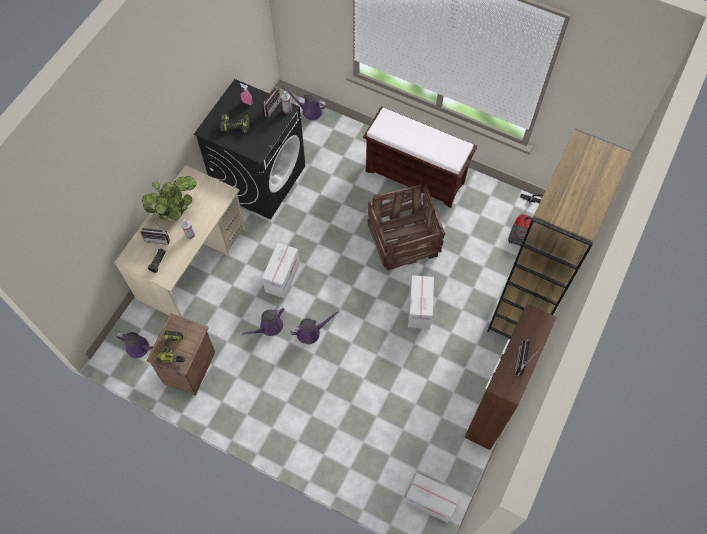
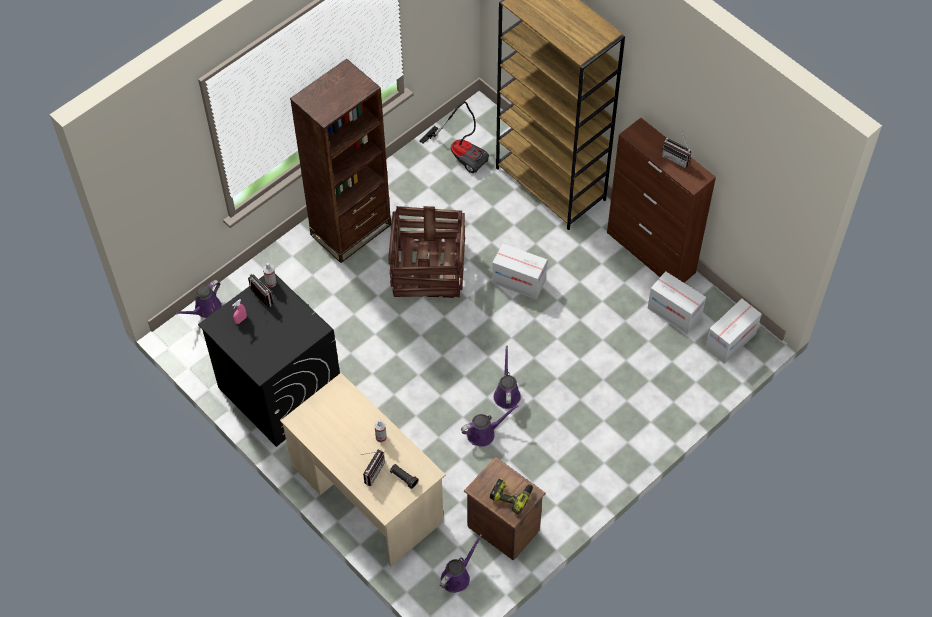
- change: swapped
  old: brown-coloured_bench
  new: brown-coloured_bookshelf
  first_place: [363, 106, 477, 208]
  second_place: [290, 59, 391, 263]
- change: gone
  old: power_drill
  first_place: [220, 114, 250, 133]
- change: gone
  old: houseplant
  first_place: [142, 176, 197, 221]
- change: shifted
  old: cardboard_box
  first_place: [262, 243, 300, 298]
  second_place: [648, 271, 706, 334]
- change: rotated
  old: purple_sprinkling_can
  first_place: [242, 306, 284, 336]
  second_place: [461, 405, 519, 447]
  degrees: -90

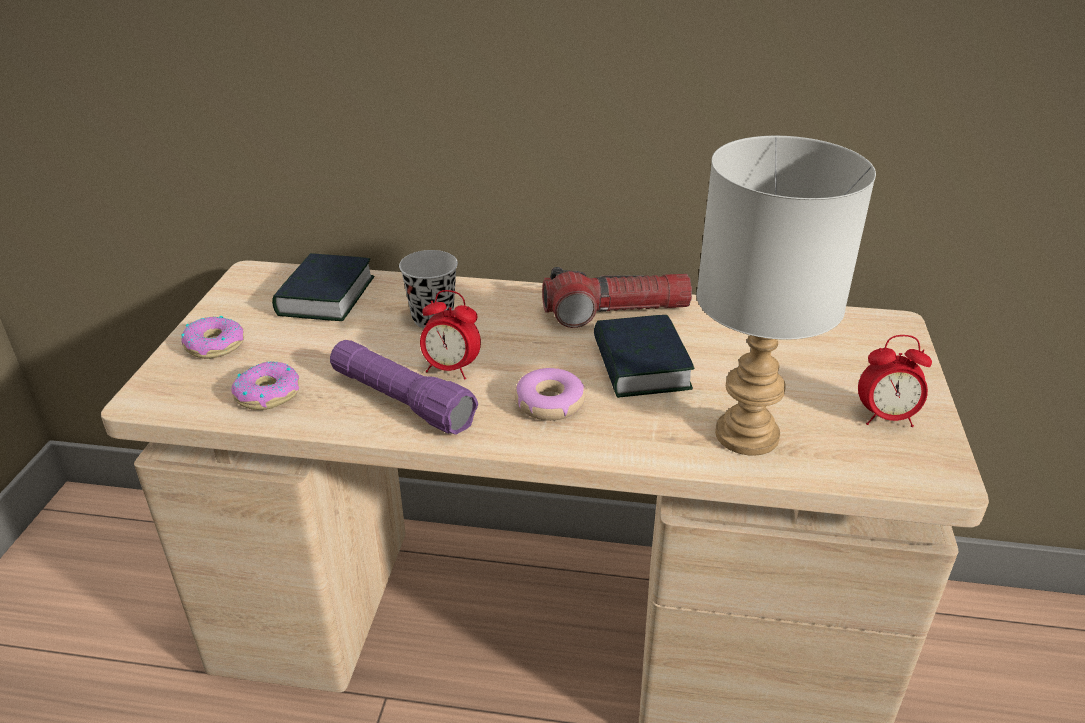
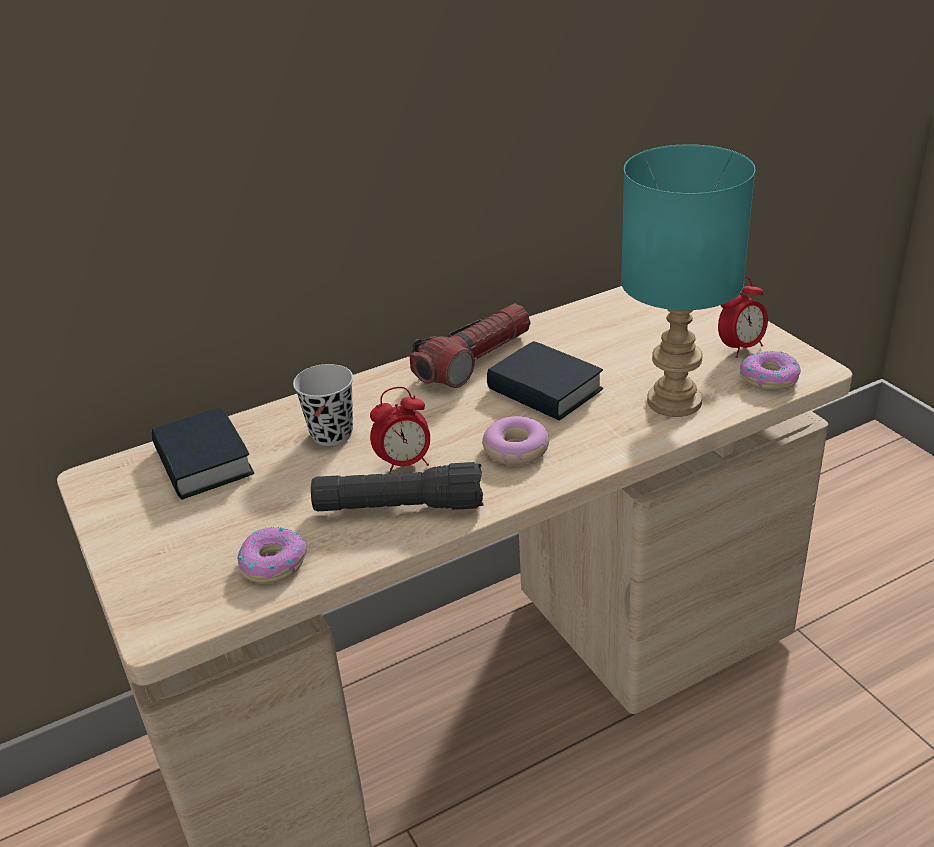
- change: repainted
  old: grey_table_lamp
  new: turquoise-coloured_table_lamp
  first_place: [696, 136, 876, 456]
  second_place: [621, 144, 755, 417]
- change: shifted
  old: donut
  first_place: [181, 316, 244, 359]
  second_place: [740, 351, 801, 390]
- change: repainted
  old: purple_torch
  new: black-coloured_torch
  first_place: [330, 340, 478, 434]
  second_place: [311, 462, 484, 511]

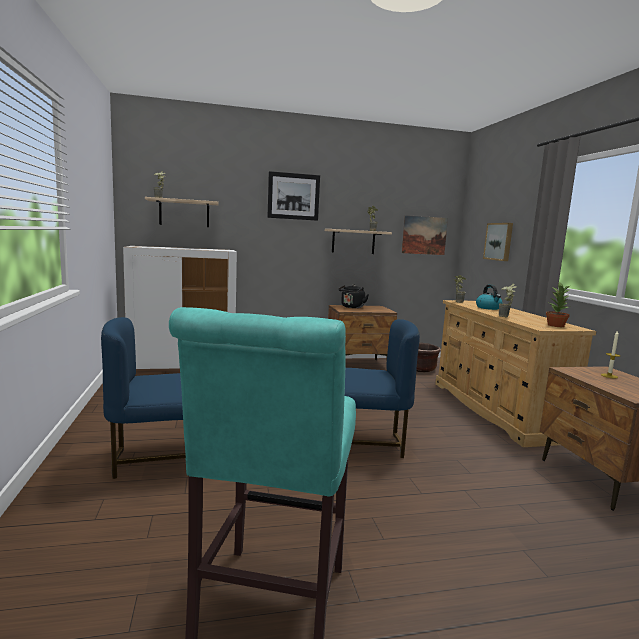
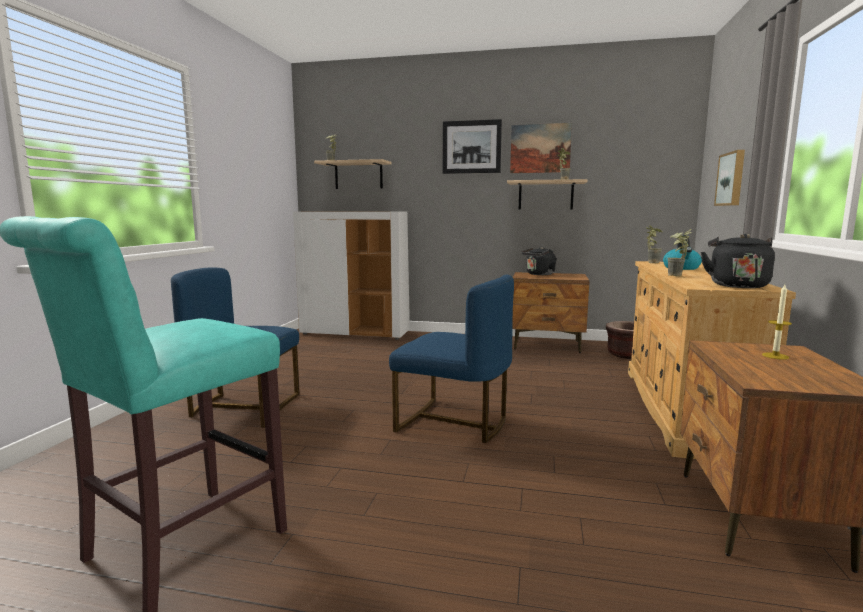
- change: shifted
  old: picture
  first_place: [401, 215, 448, 255]
  second_place: [510, 123, 572, 173]
- change: swapped
  old: houseplant
  new: black-coloured_water_kettle
  first_place: [546, 283, 572, 327]
  second_place: [701, 234, 775, 288]

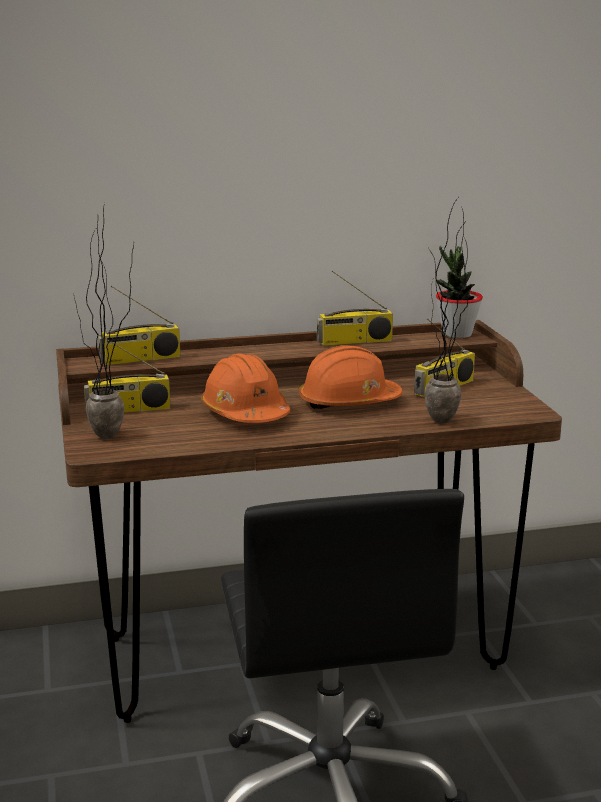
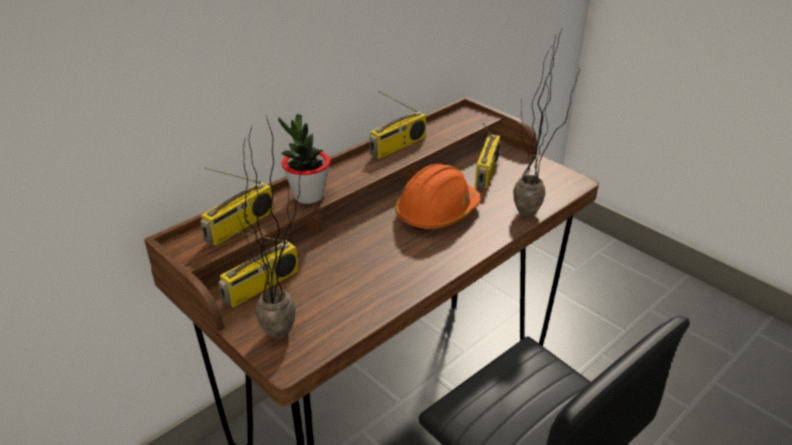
- change: shifted
  old: houseplant
  first_place: [436, 246, 483, 338]
  second_place: [278, 114, 330, 204]
- change: gone
  old: orangey_hard_hat
  first_place: [201, 353, 290, 423]

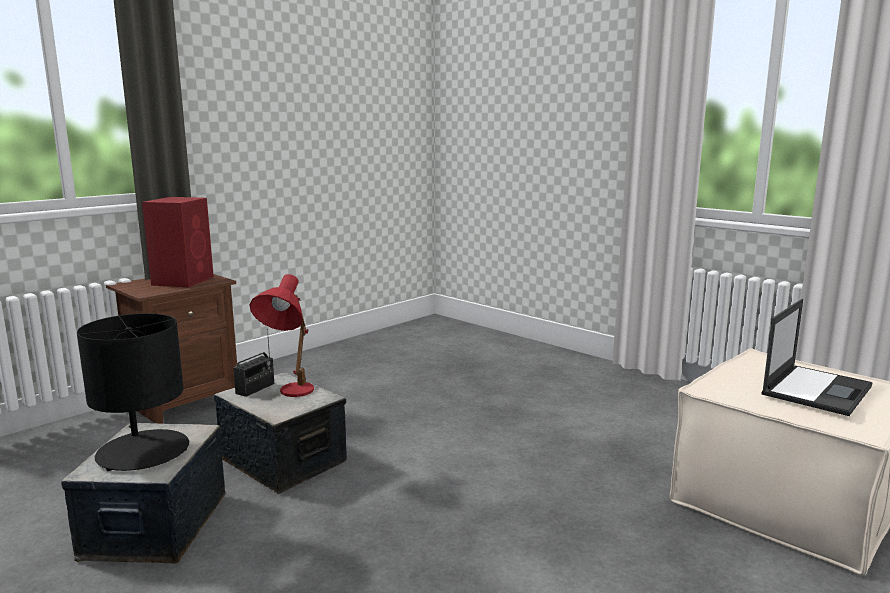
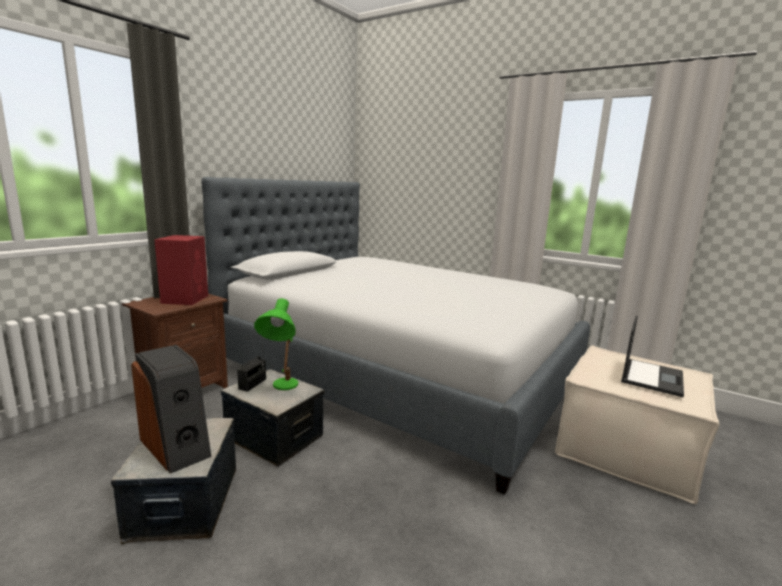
- change: repainted
  old: red_table_lamp
  new: greenish_table_lamp
  first_place: [250, 274, 314, 397]
  second_place: [254, 298, 298, 390]
- change: swapped
  old: black-coloured_table_lamp
  new: loudspeaker
  first_place: [77, 313, 189, 471]
  second_place: [131, 345, 212, 474]
- change: new
  new: bed
  second_place: [201, 177, 590, 495]

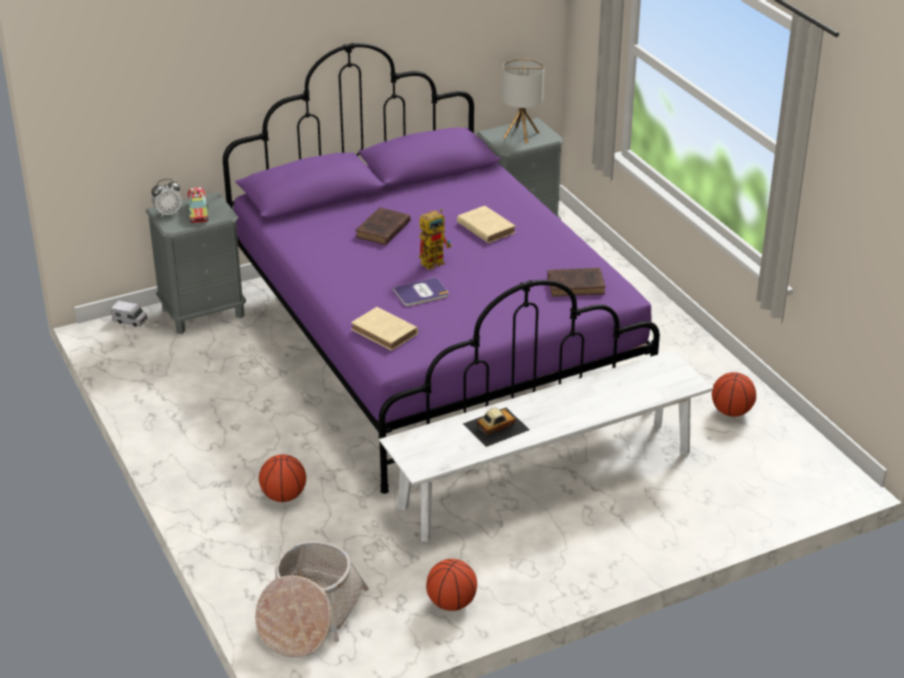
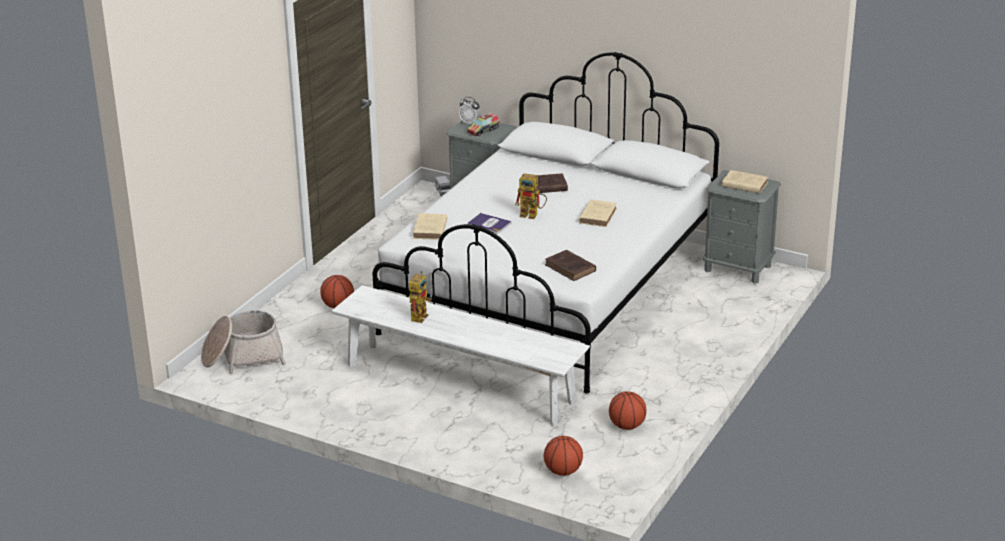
- change: repainted
  old: purple_bed
  new: white-coloured_bed
  first_place: [223, 43, 660, 494]
  second_place: [373, 52, 719, 393]
- change: swapped
  old: table_lamp
  new: beige_book
  first_place: [502, 58, 544, 144]
  second_place: [722, 170, 768, 194]
- change: swapped
  old: toy_car
  new: toy_robot
  first_place: [463, 408, 530, 447]
  second_place: [409, 271, 432, 323]
- change: shifted
  old: ball_for_basketball
  first_place: [426, 559, 477, 611]
  second_place: [544, 436, 583, 476]

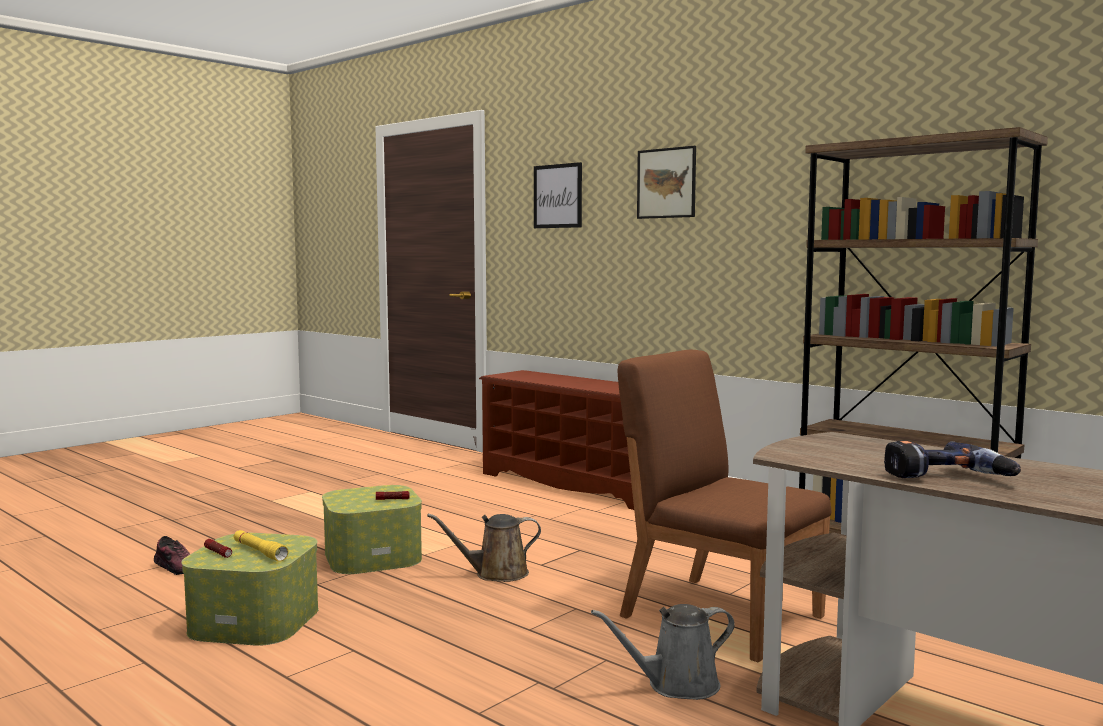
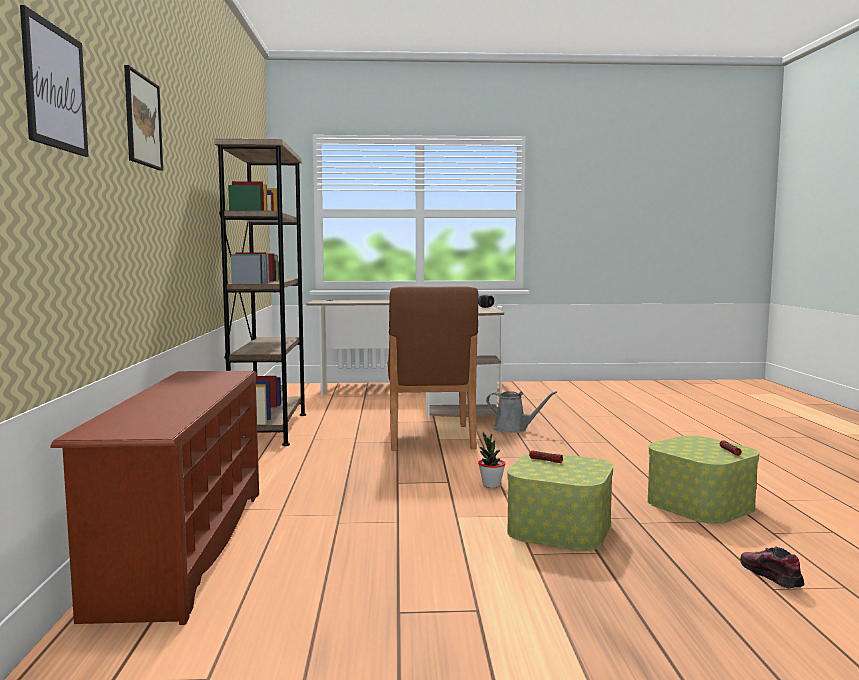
- change: swapped
  old: brown-coloured_sprinkling_can
  new: houseplant
  first_place: [427, 514, 541, 582]
  second_place: [478, 432, 506, 488]
- change: gone
  old: yellow_torch
  first_place: [234, 530, 289, 562]

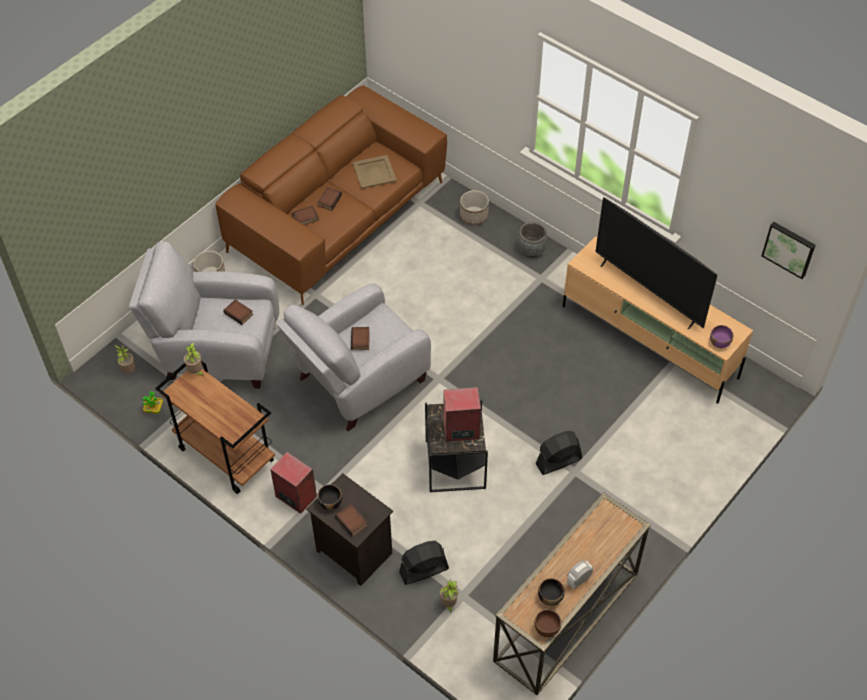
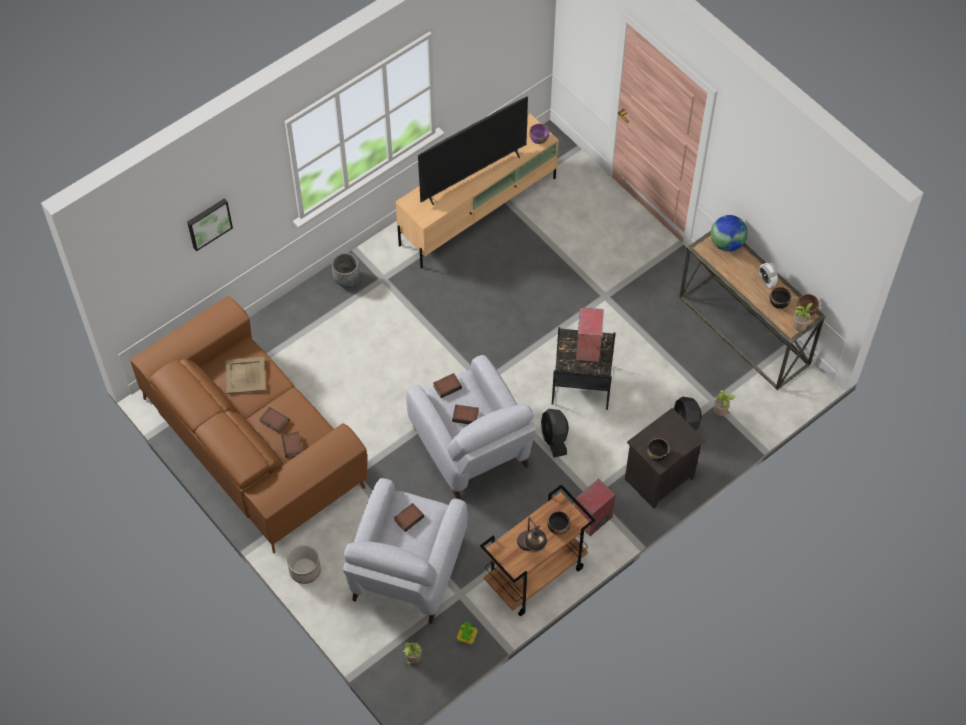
- change: gone
  old: flower_pot
  first_place: [460, 190, 489, 225]
- change: shifted
  old: picture
  first_place: [762, 222, 816, 279]
  second_place: [187, 199, 233, 251]
- change: shifted
  old: houseplant
  first_place: [184, 343, 204, 377]
  second_place: [793, 303, 813, 331]
- change: shifted
  old: black-coloured_fan
  first_place: [535, 431, 582, 475]
  second_place: [541, 409, 569, 458]
- change: shifted
  old: book
  first_place: [335, 504, 368, 537]
  second_place: [433, 373, 462, 398]
- change: new
  new: globe
  second_place: [711, 215, 747, 252]
- change: new
  new: black-coloured_deep_dish
  second_place: [547, 511, 570, 535]
- change: new
  new: table_lamp
  second_place: [517, 517, 547, 551]

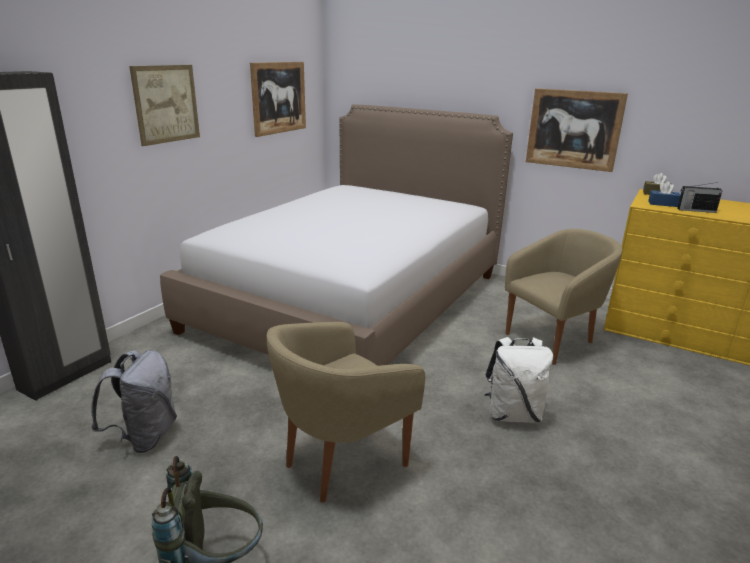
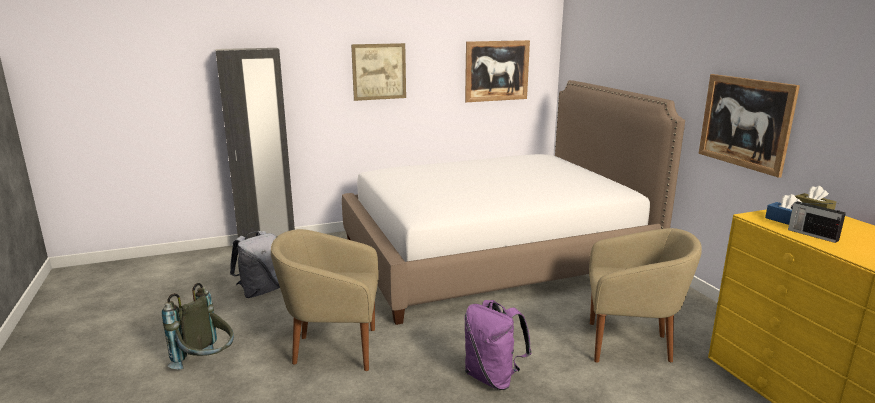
- change: repainted
  old: white-coloured_knapsack
  new: purple_knapsack
  first_place: [484, 337, 553, 423]
  second_place: [465, 300, 532, 390]

